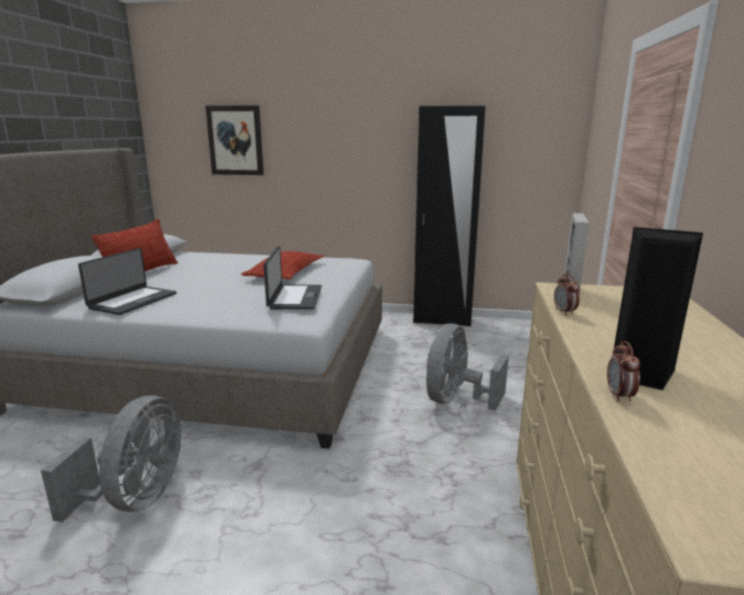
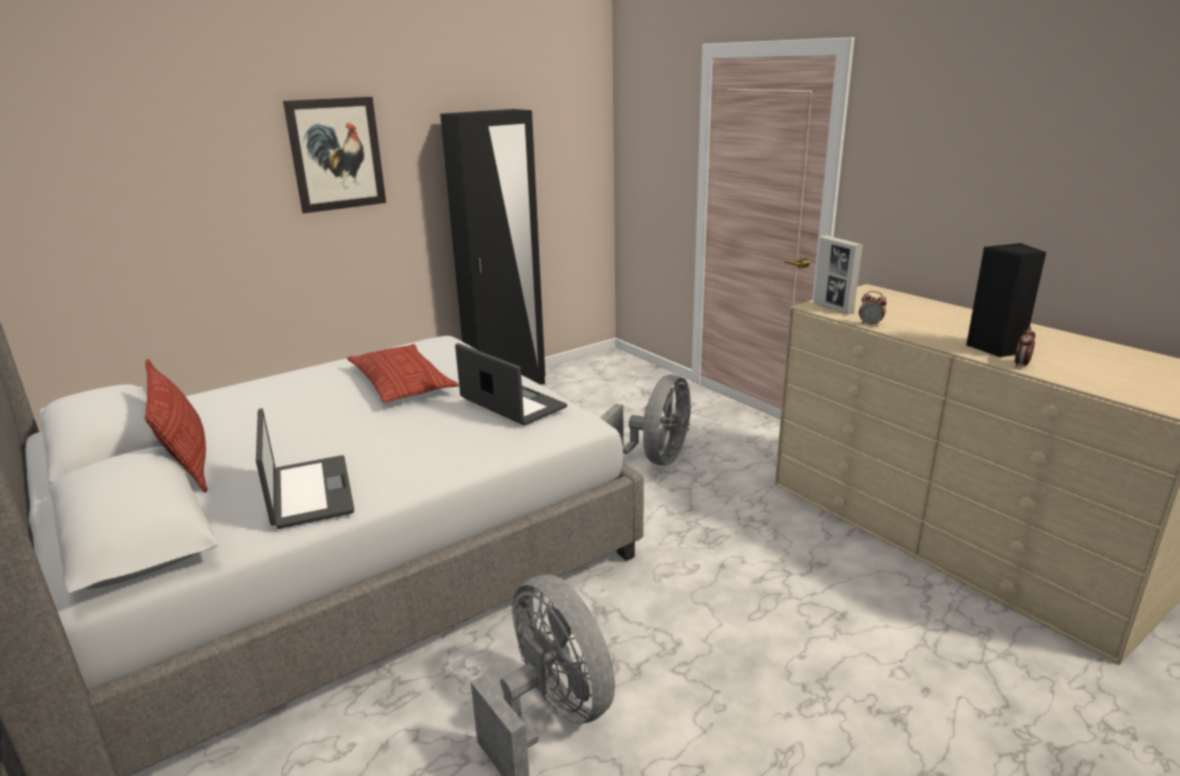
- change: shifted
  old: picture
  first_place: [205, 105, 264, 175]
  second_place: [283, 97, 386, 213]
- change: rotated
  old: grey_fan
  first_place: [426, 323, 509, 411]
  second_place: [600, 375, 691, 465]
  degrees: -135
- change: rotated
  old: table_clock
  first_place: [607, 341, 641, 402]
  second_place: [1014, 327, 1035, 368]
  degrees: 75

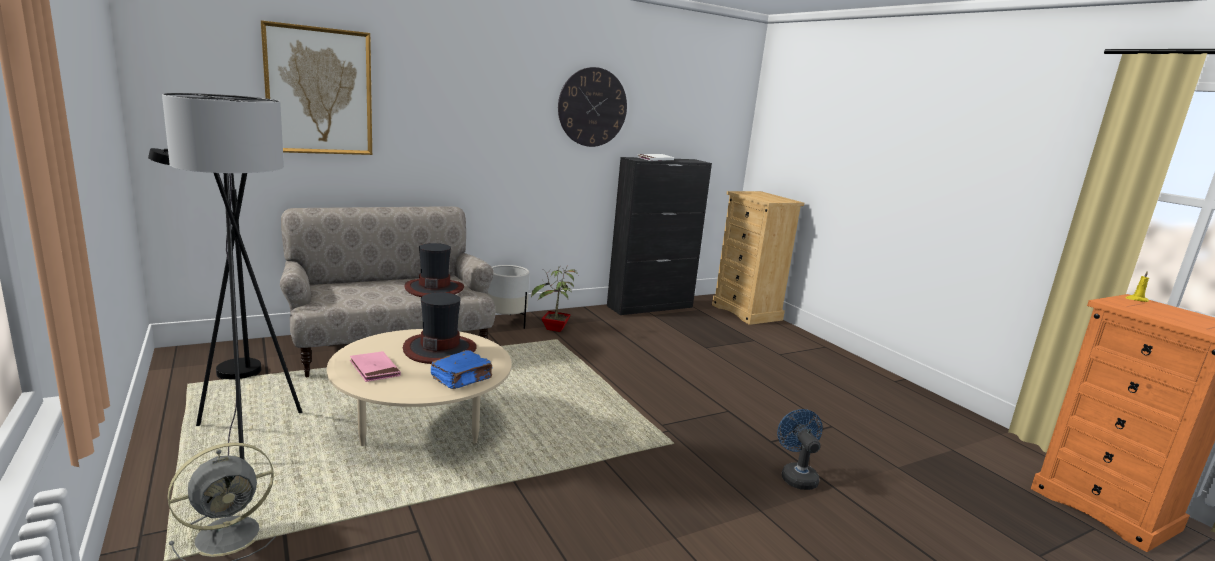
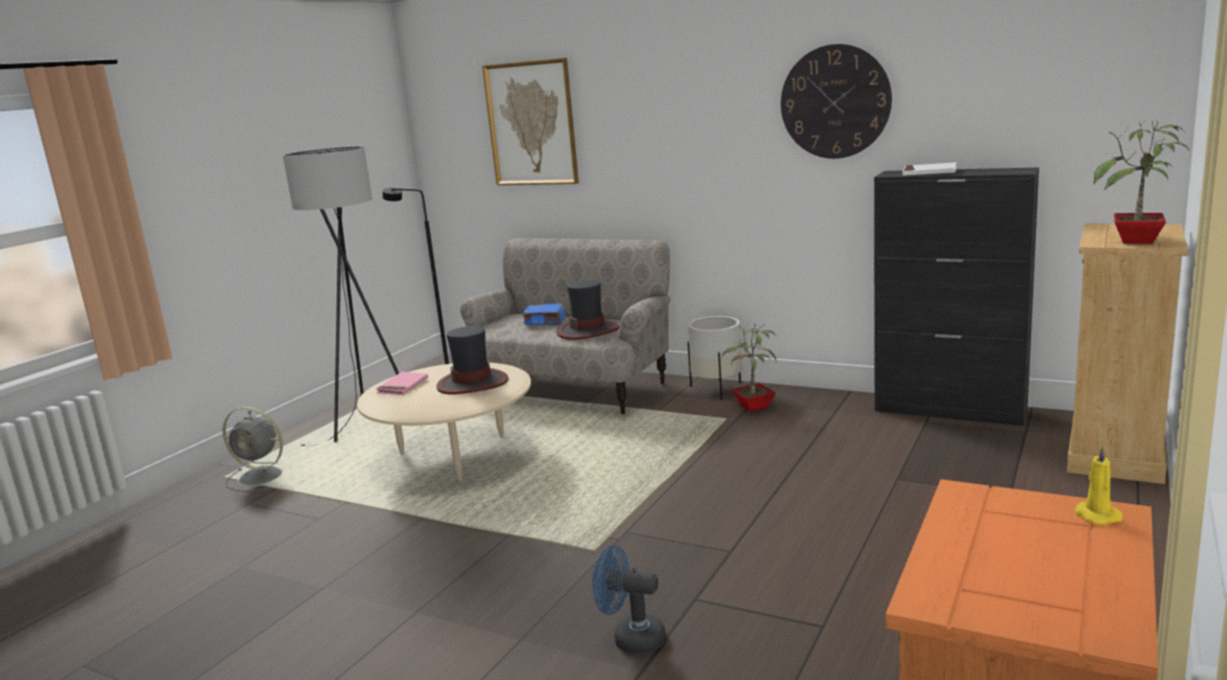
- change: shifted
  old: blue-coloured_book
  first_place: [431, 350, 492, 389]
  second_place: [522, 303, 565, 325]
- change: rotated
  old: blue-coloured_fan
  first_place: [777, 409, 823, 490]
  second_place: [592, 545, 666, 654]
  degrees: -120
- change: new
  new: houseplant
  second_place: [1093, 120, 1189, 244]

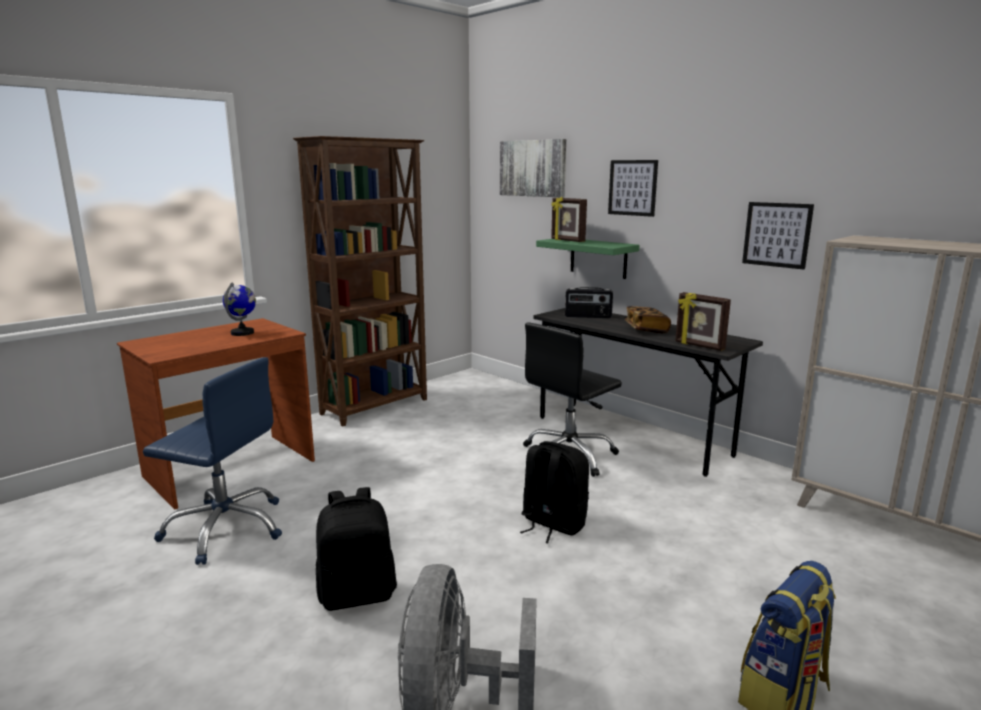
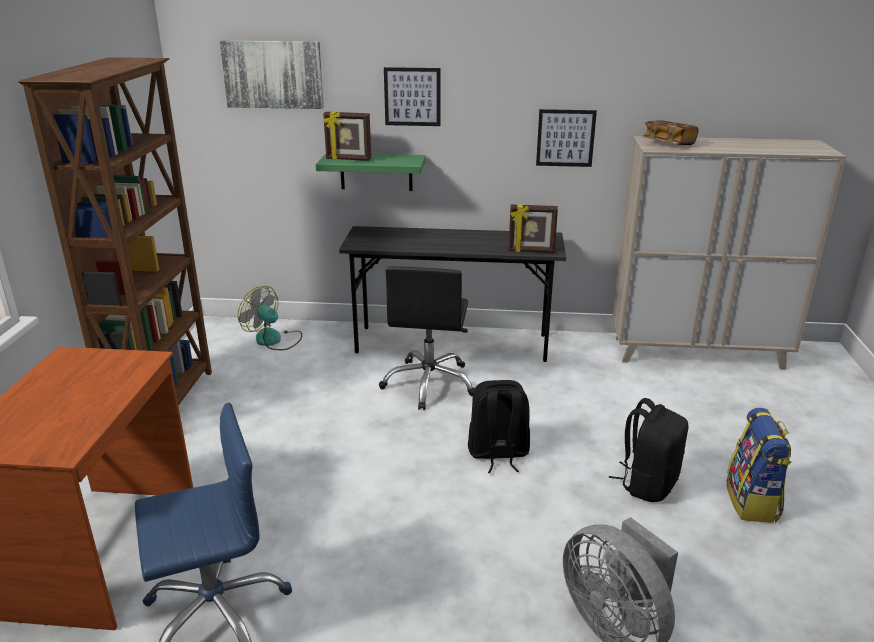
- change: gone
  old: globe
  first_place: [223, 282, 256, 336]
- change: gone
  old: radio_receiver
  first_place: [565, 287, 613, 318]
- change: shifted
  old: book
  first_place: [625, 306, 671, 333]
  second_place: [643, 120, 699, 145]
- change: shifted
  old: black-coloured_knapsack
  first_place: [316, 487, 397, 611]
  second_place: [609, 398, 689, 502]
- change: new
  new: fan
  second_place: [238, 286, 302, 350]

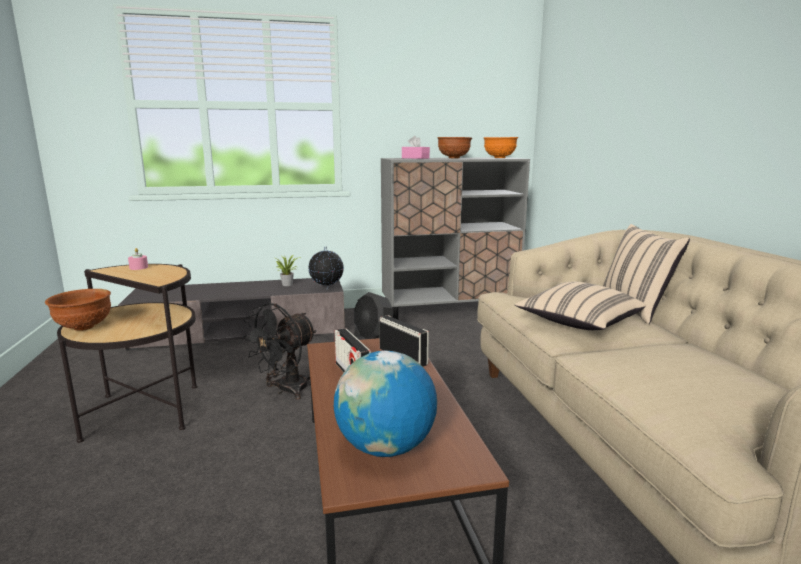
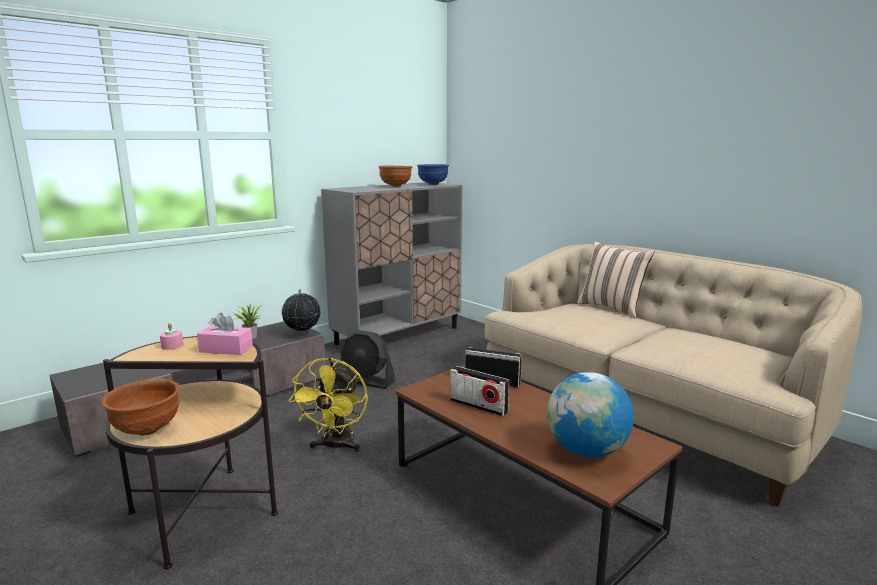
- change: shifted
  old: pink_tissue_holder
  first_place: [402, 136, 430, 159]
  second_place: [197, 313, 253, 355]
- change: repainted
  old: orangey_deep_dish
  new: blue-coloured_deep_dish
  first_place: [484, 137, 518, 158]
  second_place: [417, 164, 449, 185]
- change: gone
  old: beige_pillow
  first_place: [515, 281, 646, 330]
- change: repainted
  old: black-coloured_fan
  new: yellow_fan
  first_place: [242, 303, 317, 400]
  second_place: [288, 357, 368, 452]

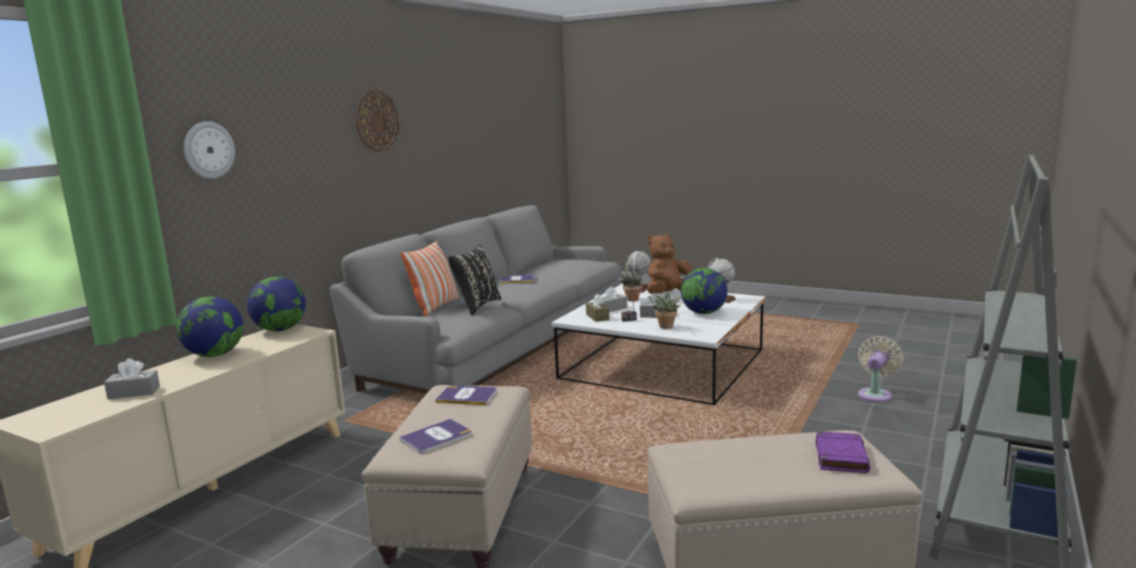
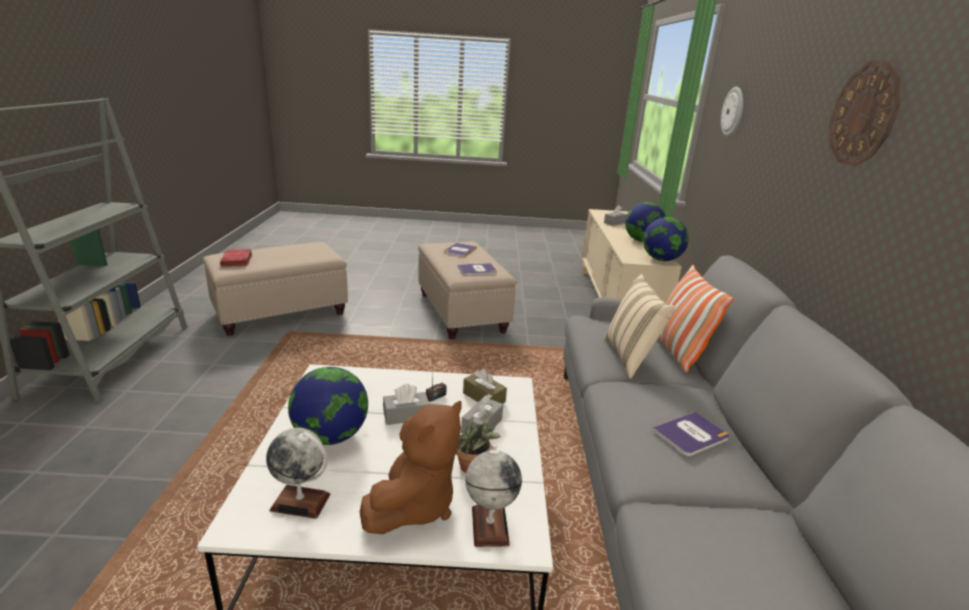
- change: repainted
  old: black-coloured_pillow
  new: beige_pillow
  first_place: [448, 244, 501, 316]
  second_place: [604, 274, 675, 379]
- change: gone
  old: houseplant
  first_place: [653, 290, 683, 329]
- change: gone
  old: beige_fan
  first_place: [858, 336, 904, 402]
- change: repainted
  old: purple_book
  new: red_book
  first_place: [816, 431, 870, 473]
  second_place: [220, 249, 252, 267]

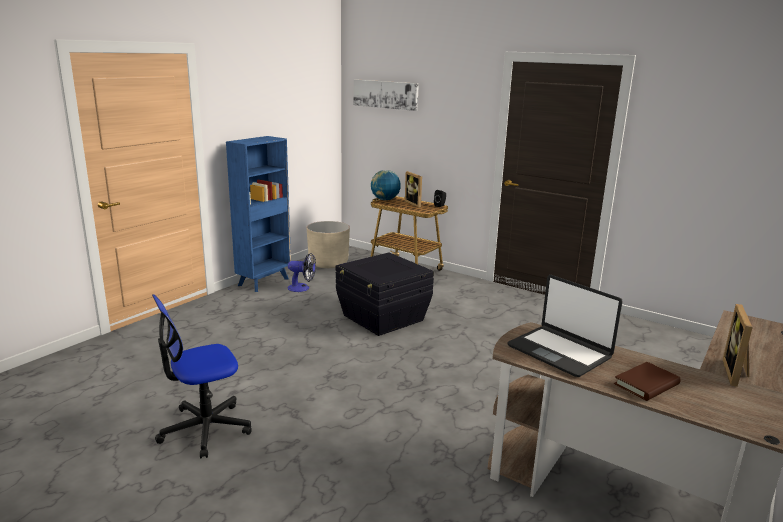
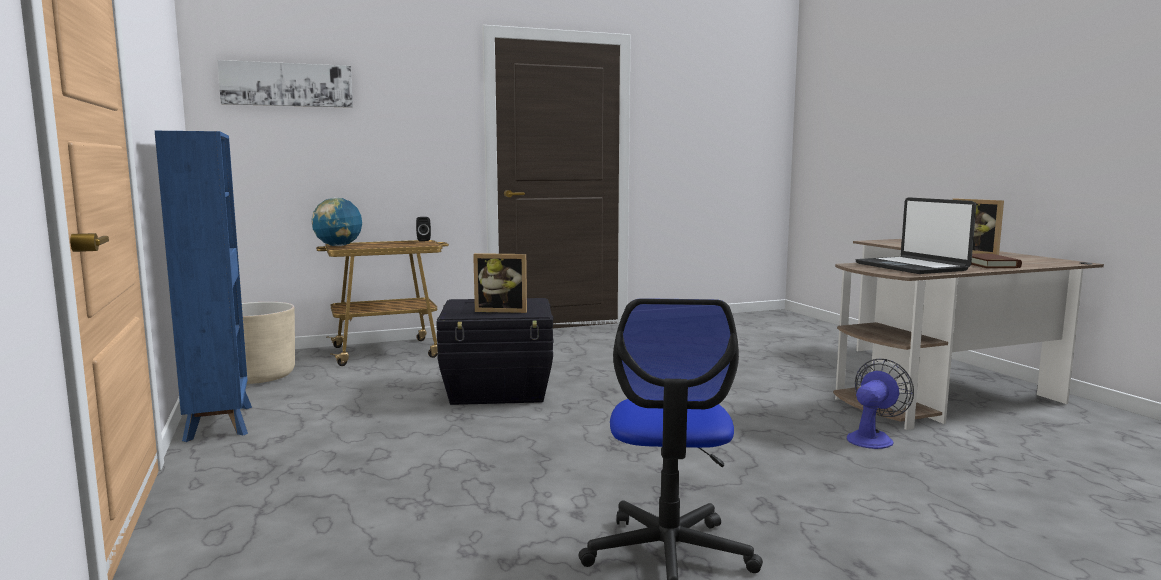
- change: shifted
  old: picture_frame
  first_place: [405, 171, 422, 208]
  second_place: [473, 253, 527, 313]
- change: shifted
  old: fan
  first_place: [288, 253, 316, 292]
  second_place: [847, 359, 914, 449]
- change: rotated
  old: laptop
  first_place: [507, 275, 623, 377]
  second_place: [855, 197, 976, 274]
  degrees: 75

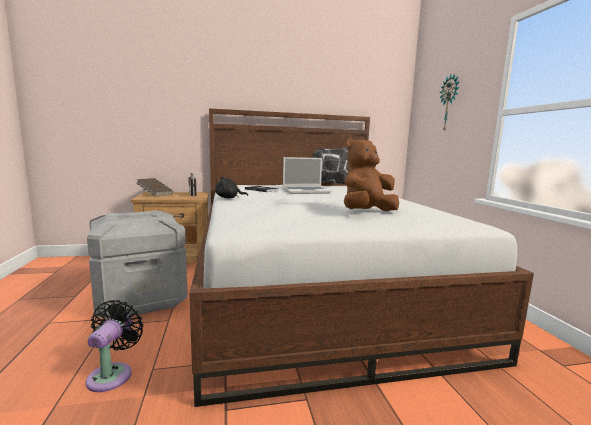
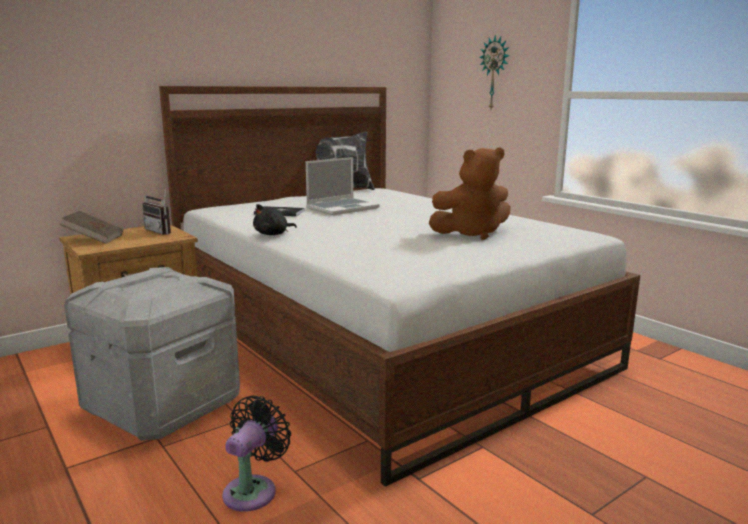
- change: rotated
  old: brown-coloured_soft_toy
  first_place: [344, 138, 399, 211]
  second_place: [429, 147, 511, 240]
  degrees: -135
- change: rotated
  old: black-coloured_fan
  first_place: [86, 300, 143, 392]
  second_place: [222, 395, 291, 512]
  degrees: 45

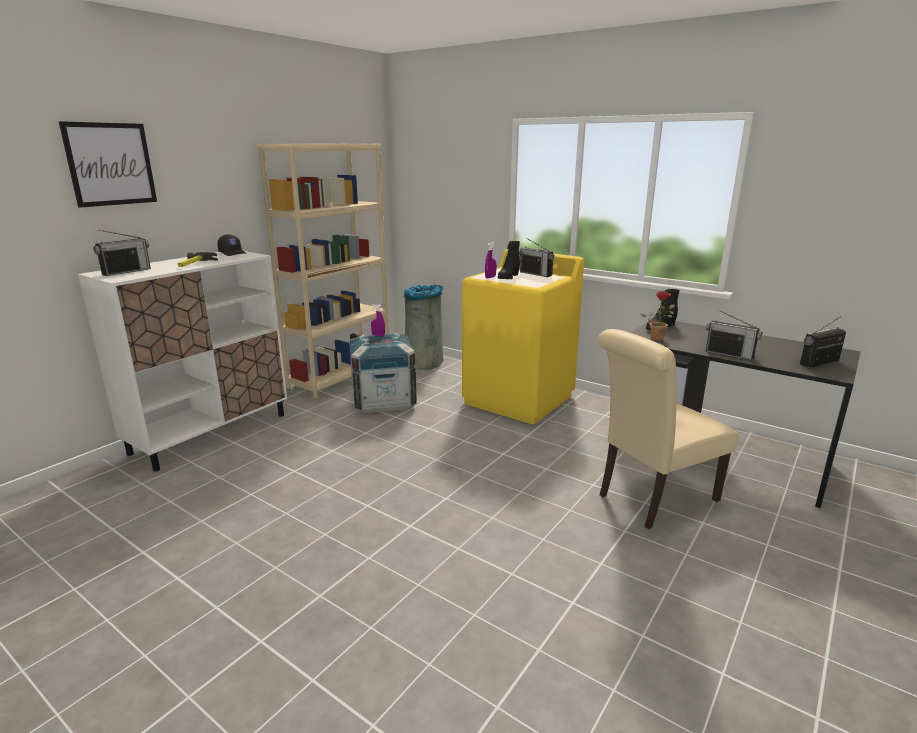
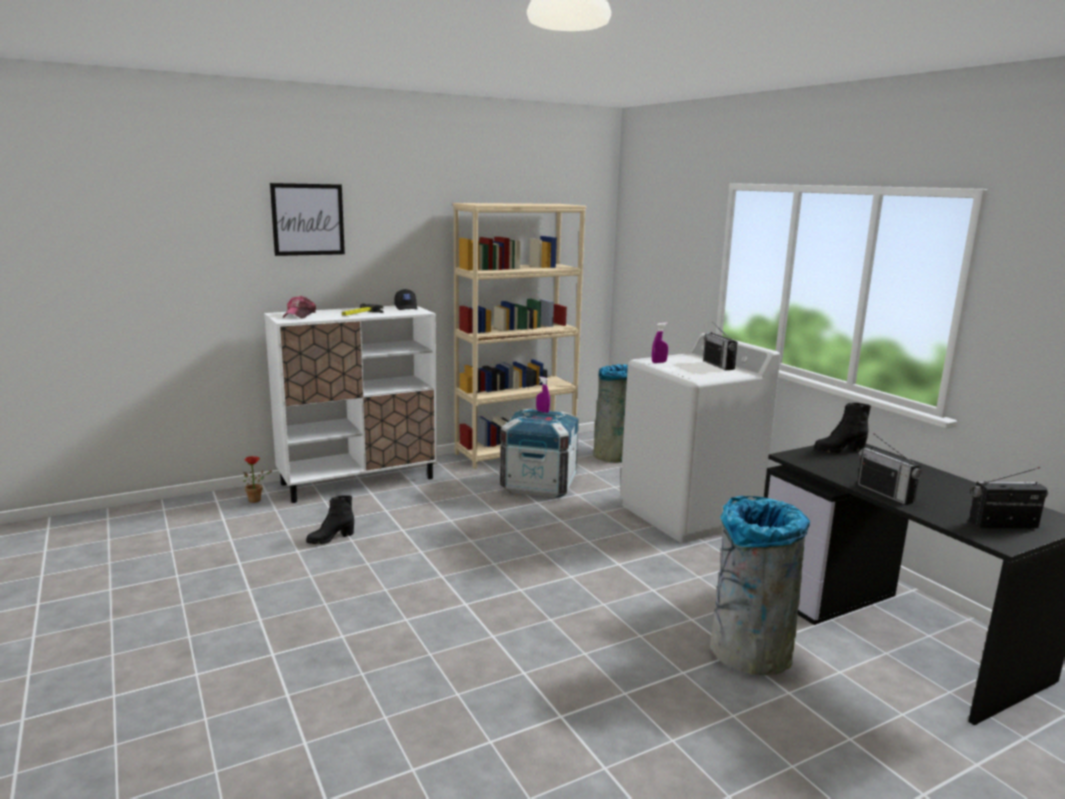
- change: swapped
  old: radio_receiver
  new: baseball_cap
  first_place: [93, 230, 151, 276]
  second_place: [283, 296, 316, 319]
- change: shifted
  old: black-coloured_boot
  first_place: [498, 241, 520, 279]
  second_place: [306, 495, 354, 544]
- change: repainted
  old: yellow_laundry_appliance
  new: white-coloured_laundry_appliance
  first_place: [462, 249, 584, 424]
  second_place: [620, 333, 781, 543]
- change: shifted
  old: houseplant
  first_place: [640, 291, 675, 341]
  second_place: [243, 456, 272, 503]
- change: swapped
  old: beige_plain_chair
  new: grey_rubbish_bin
  first_place: [598, 329, 739, 529]
  second_place: [710, 496, 810, 675]

